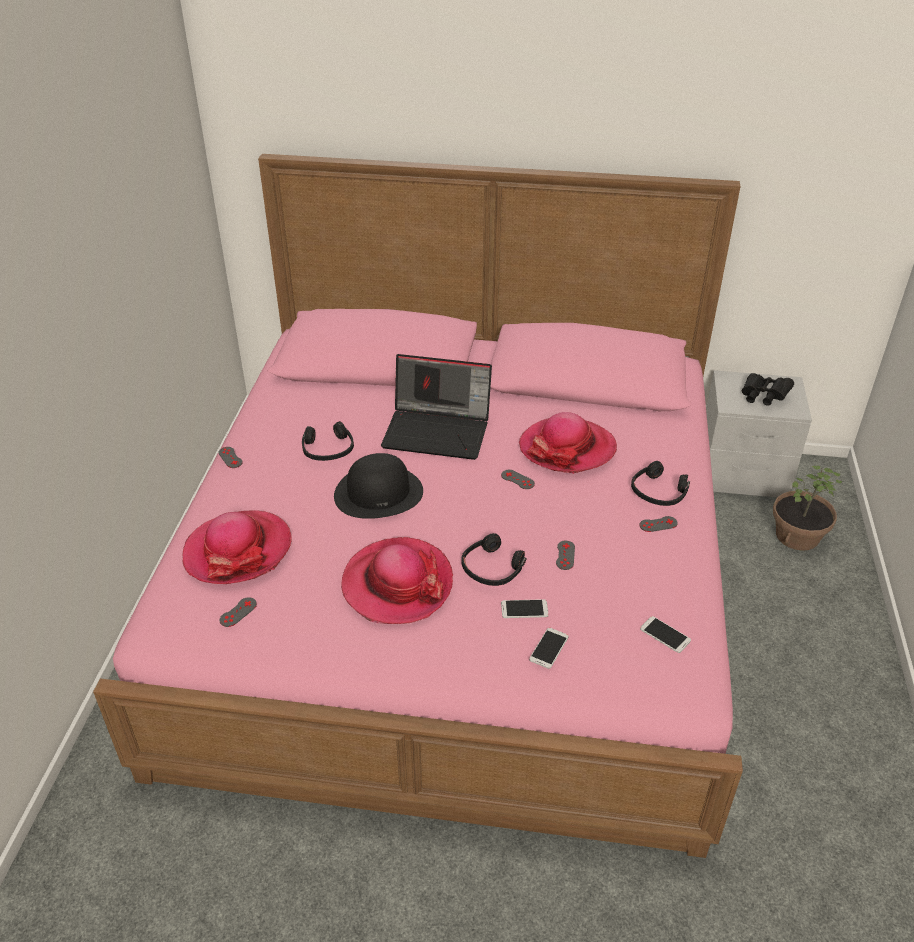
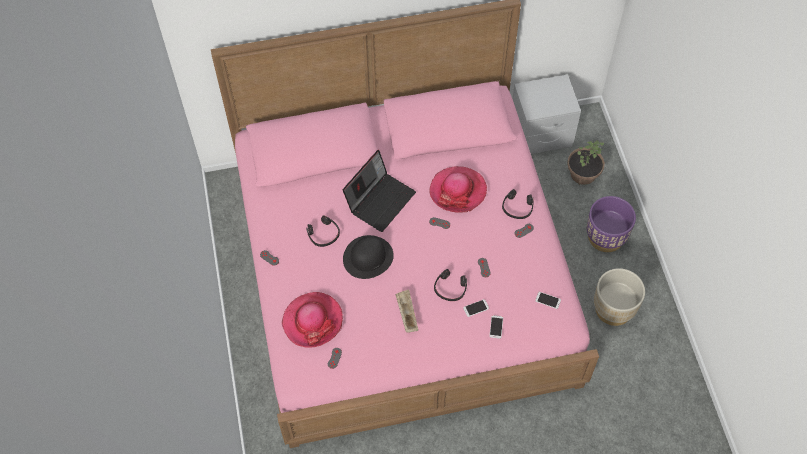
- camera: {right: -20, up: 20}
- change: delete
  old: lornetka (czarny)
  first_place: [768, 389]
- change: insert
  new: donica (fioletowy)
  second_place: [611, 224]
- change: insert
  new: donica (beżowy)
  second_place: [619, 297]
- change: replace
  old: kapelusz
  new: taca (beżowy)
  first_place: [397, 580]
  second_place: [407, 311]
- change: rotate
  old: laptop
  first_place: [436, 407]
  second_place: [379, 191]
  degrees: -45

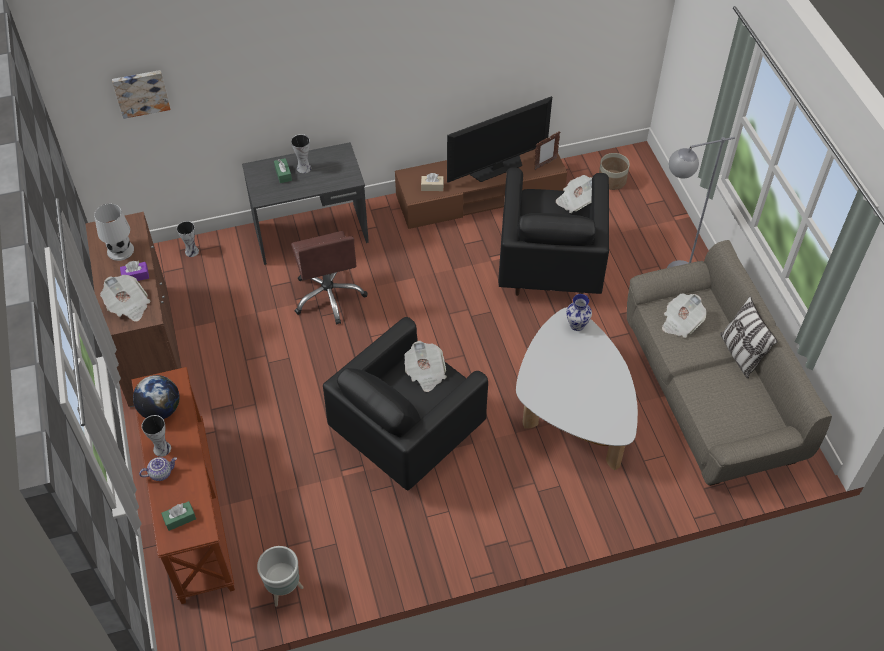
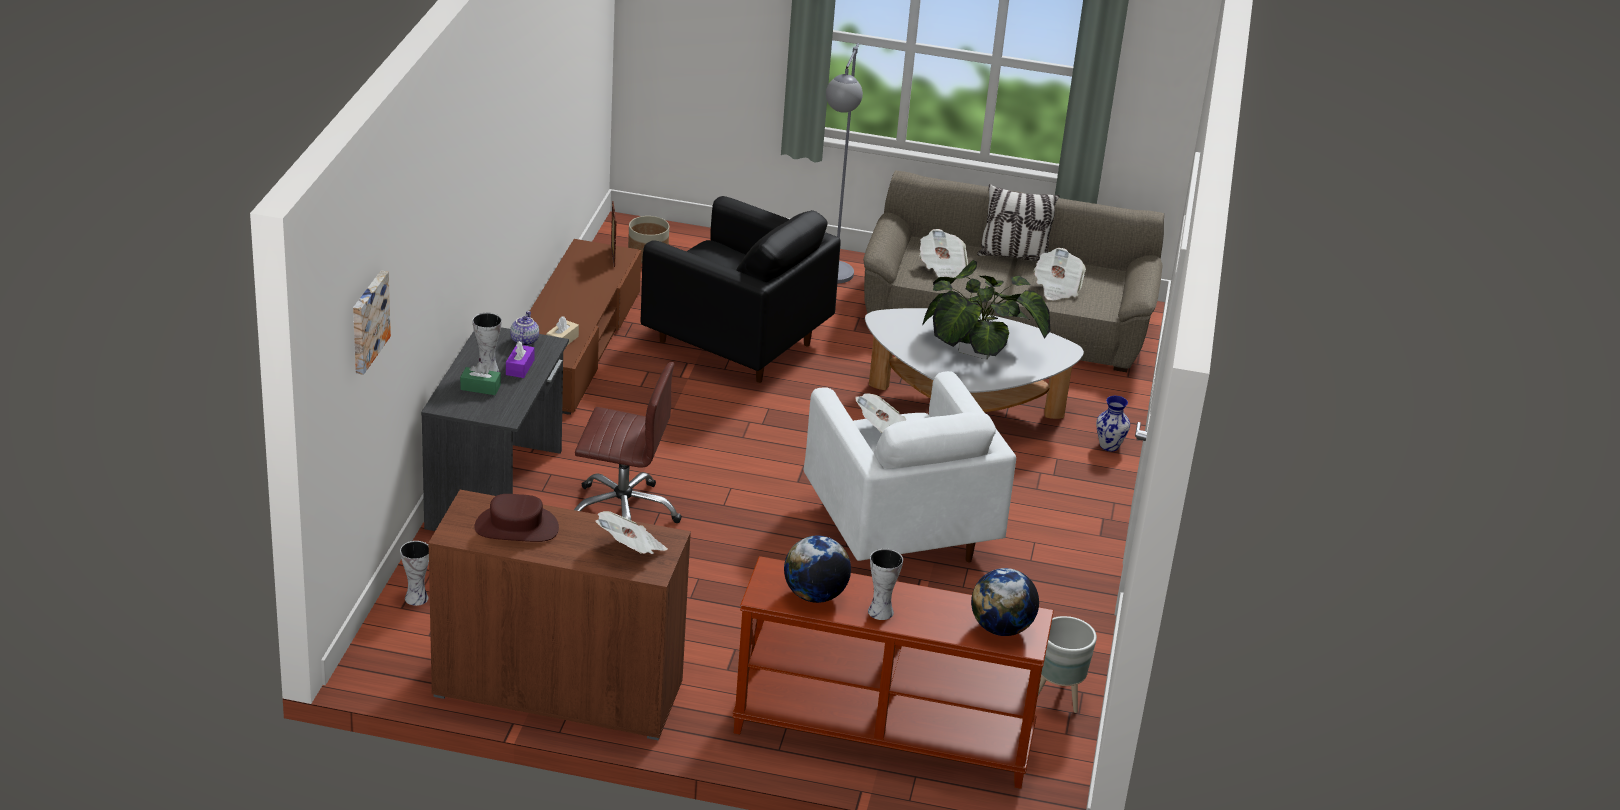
- camera: {right: -65, up: -20}
- change: delete
  old: telewizor
  first_place: [499, 139]
- change: insert
  new: roślina doniczkowa
  second_place: [986, 310]
- change: move
  old: pudełko chusteczek (fioletowy)
  first_place: [134, 271]
  second_place: [520, 359]
- change: move
  old: imbryk
  first_place: [158, 469]
  second_place: [524, 328]
- change: move
  old: gazeta
  first_place: [574, 194]
  second_place: [1060, 274]
- change: move
  old: wazon
  first_place: [579, 312]
  second_place: [1113, 423]
- change: replace
  old: lampa stołowa (biały)
  new: kapelusz (brązowy)
  first_place: [114, 232]
  second_place: [516, 518]
- change: replace
  old: pudełko chusteczek (zielony)
  new: globus
  first_place: [178, 516]
  second_place: [1005, 602]
- change: recolor
  old: fotel (czarny)
  new: fotel (biały)
  first_place: [405, 403]
  second_place: [910, 466]

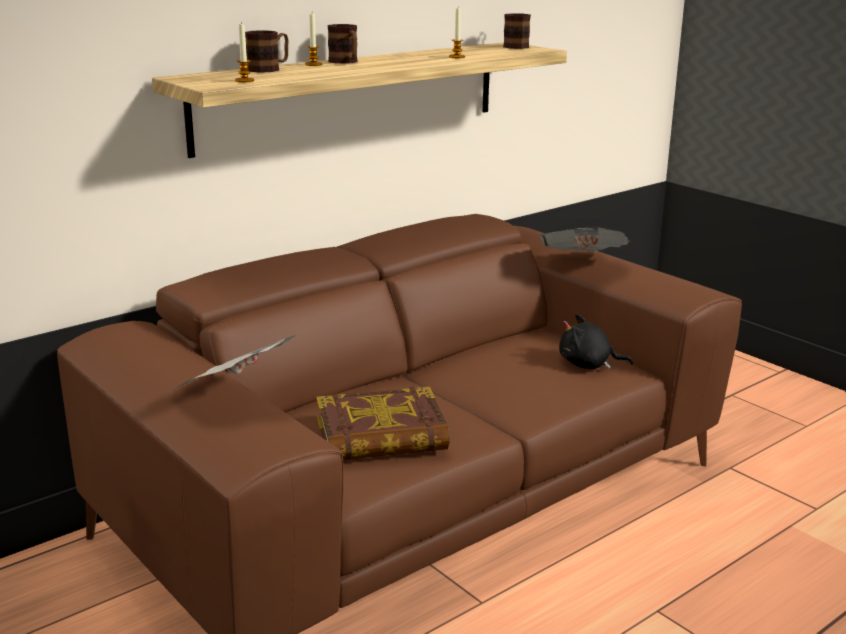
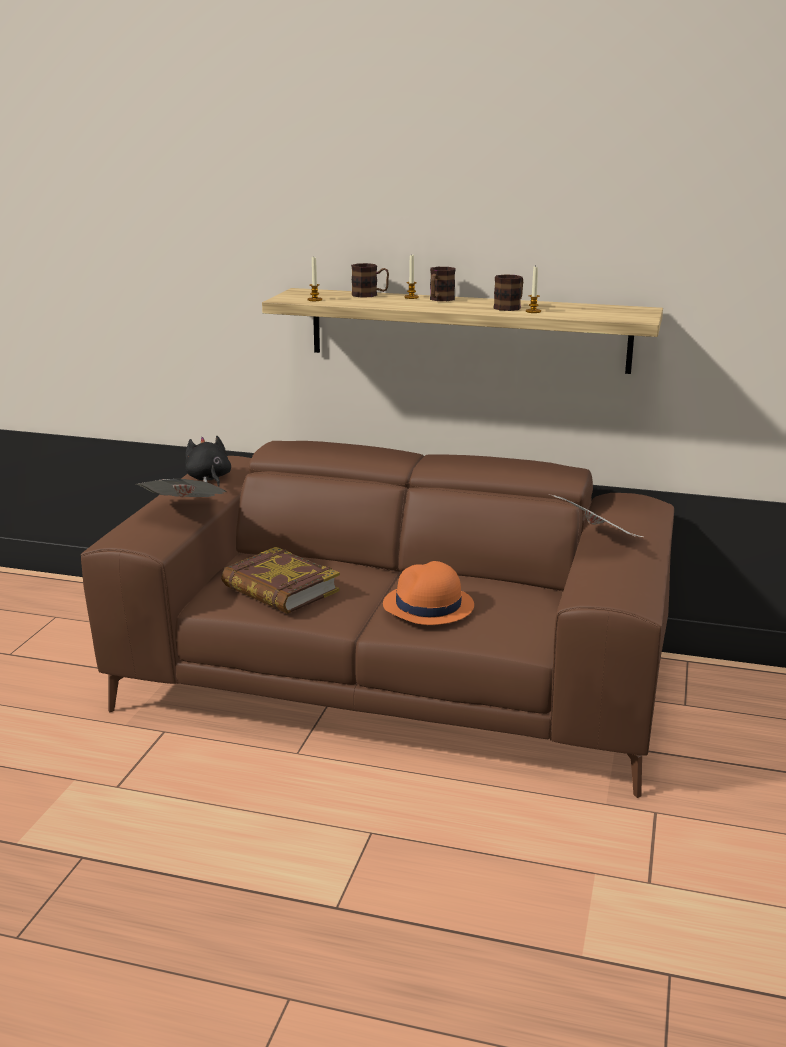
- camera: {right: 55, up: 0}
- change: insert
  new: kapelusz (pomarańczowy)
  second_place: [428, 593]
- change: move
  old: kubek
  first_place: [517, 31]
  second_place: [508, 292]
- change: move
  old: pluszak (czarny)
  first_place: [596, 341]
  second_place: [208, 461]

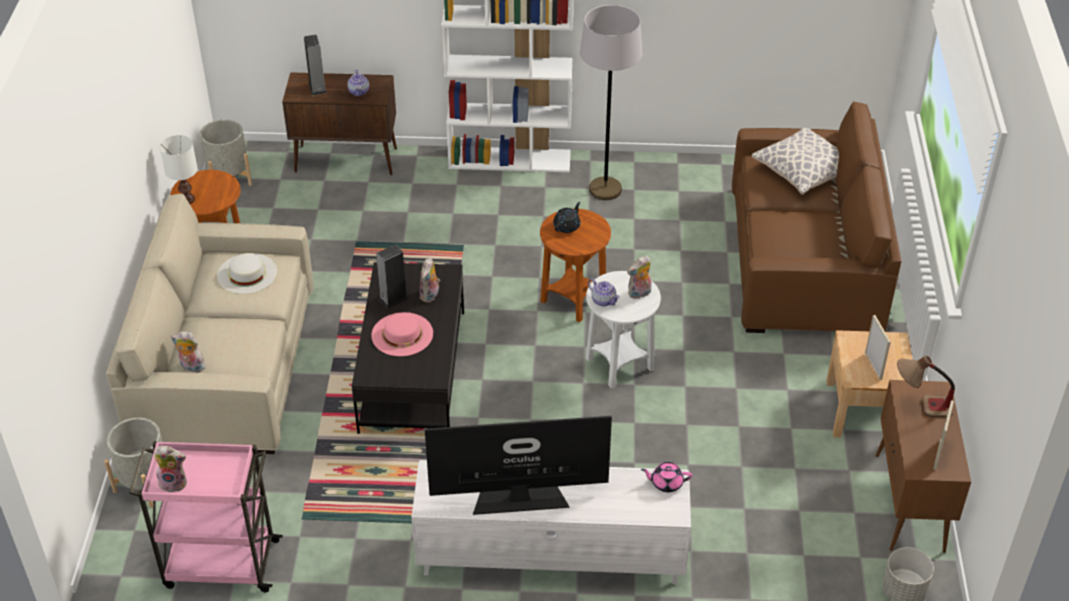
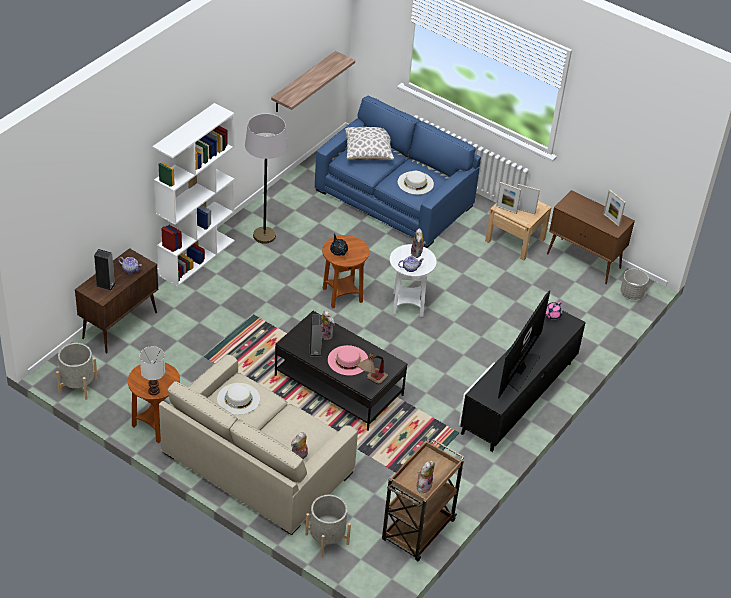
- camera: {right: -60, up: 0}
- change: insert
  new: półka
  second_place: [313, 81]
- change: insert
  new: kapelusz (biały)
  second_place: [416, 183]
- change: insert
  new: ramka na zdjęcie
  second_place: [508, 198]
- change: move
  old: lampa stołowa
  first_place: [926, 387]
  second_place: [372, 369]
- change: recolor
  old: wózek (różowy)
  new: wózek (brązowy)
  first_place: [206, 516]
  second_place: [423, 500]
- change: recolor
  old: szafka pod telewizor (biały)
  new: szafka pod telewizor (czarny)
  first_place: [551, 522]
  second_place: [522, 381]
- change: recolor
  old: kanapa (brązowy)
  new: kanapa (niebieski)
  first_place: [816, 217]
  second_place: [398, 172]

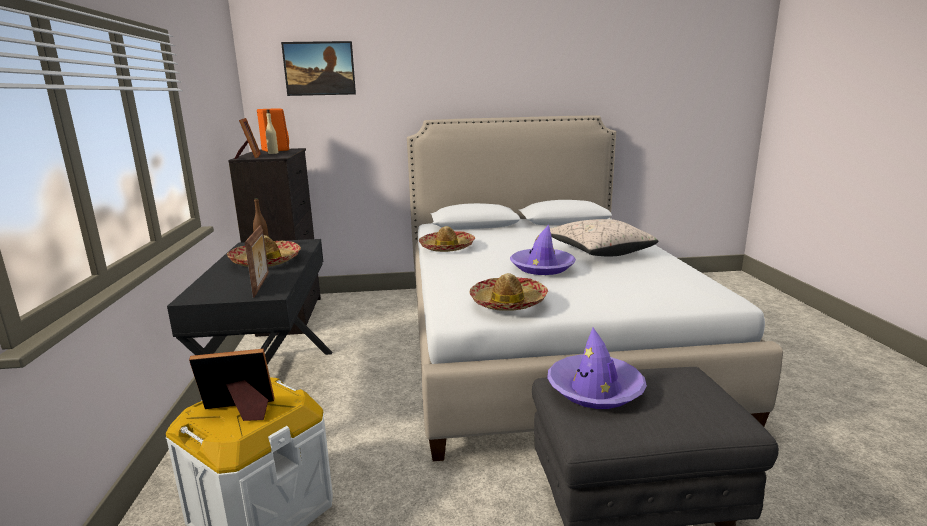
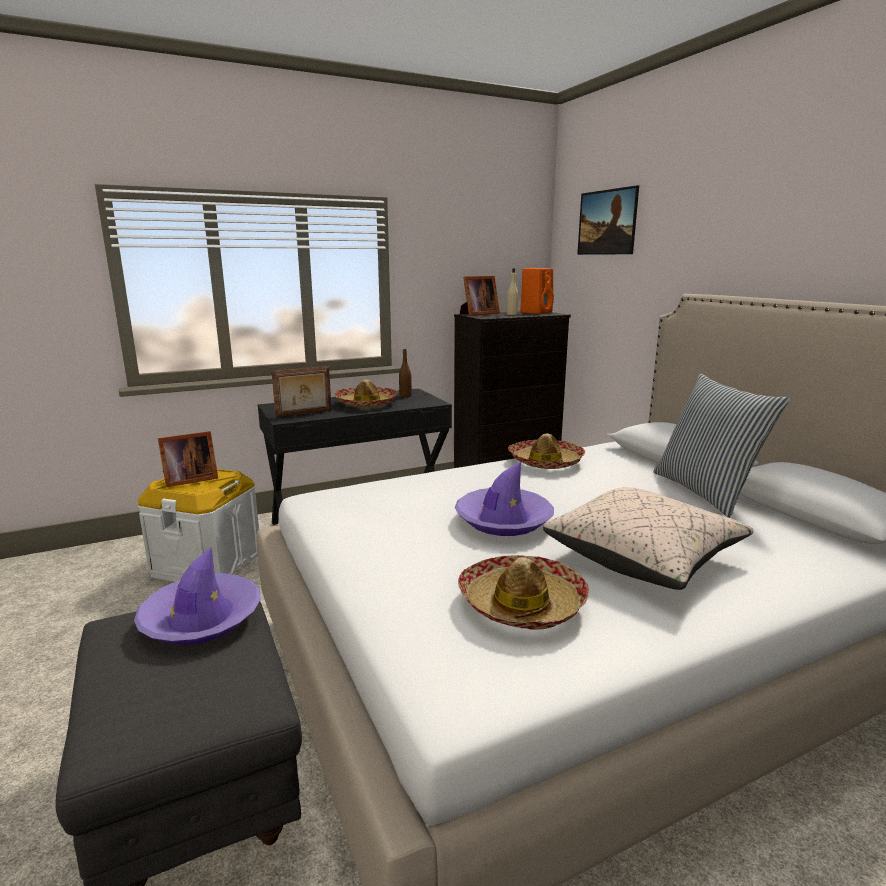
- camera: {right: 70, up: 0}
- change: insert
  new: poduszka
  second_place: [721, 445]
- change: move
  old: kapelusz
  first_place: [508, 292]
  second_place: [523, 592]
- change: rotate
  old: ramka na zdjęcie
  first_place: [231, 385]
  second_place: [188, 459]
  degrees: 90

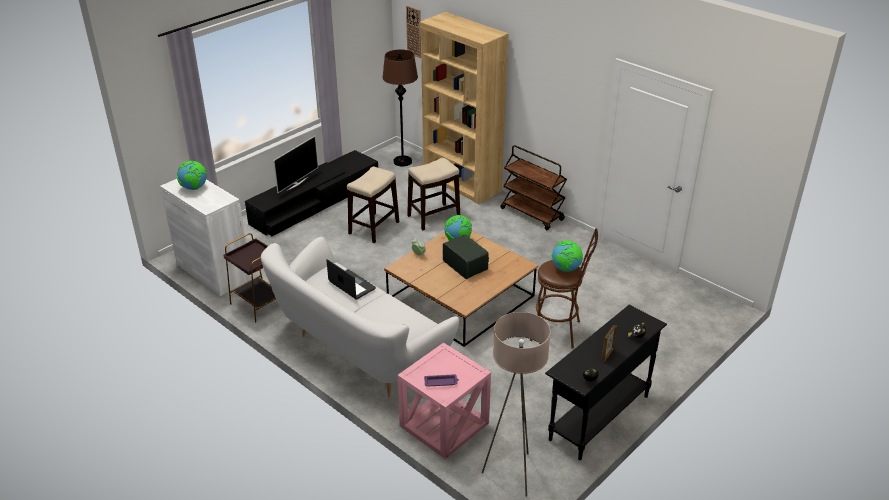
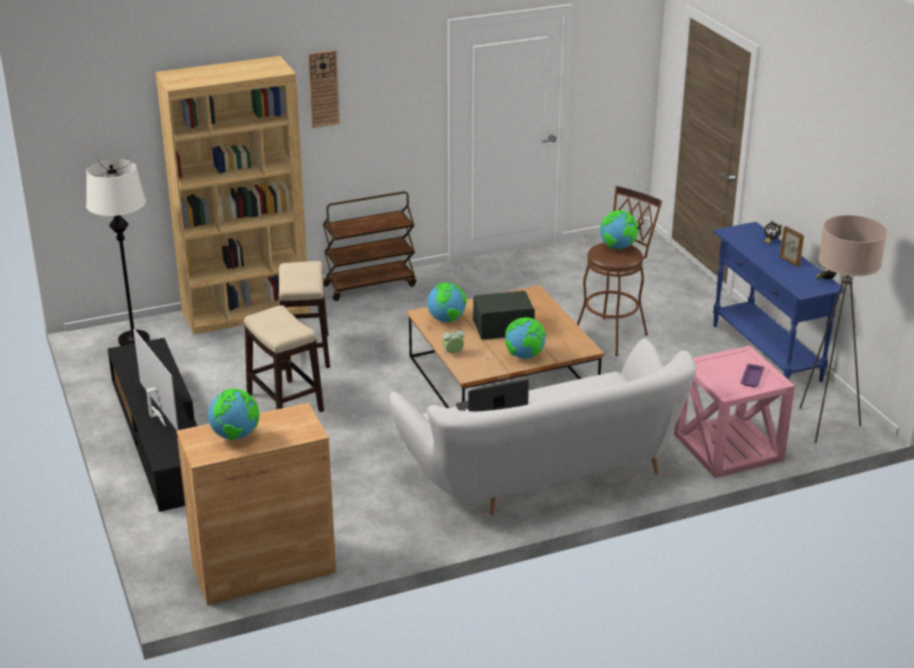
- camera: {right: -65, up: -5}
- change: delete
  old: stolik (brązowy)
  first_place: [249, 277]
- change: insert
  new: globus
  second_place: [525, 338]
- change: move
  old: zegar ścienny
  first_place: [413, 32]
  second_place: [324, 89]
- change: recolor
  old: szafka (biały)
  new: szafka (brązowy)
  first_place: [206, 237]
  second_place: [256, 504]
- change: recolor
  old: lampa stojąca (brązowy)
  new: lampa stojąca (biały)
  first_place: [400, 108]
  second_place: [118, 252]
- change: recolor
  old: stolik konsolowy (czarny)
  new: stolik konsolowy (niebieski)
  first_place: [606, 382]
  second_place: [778, 302]

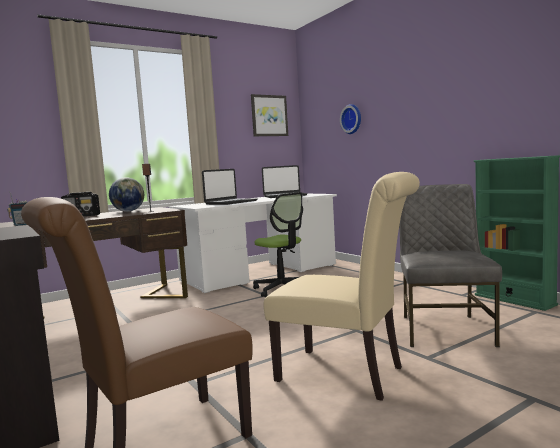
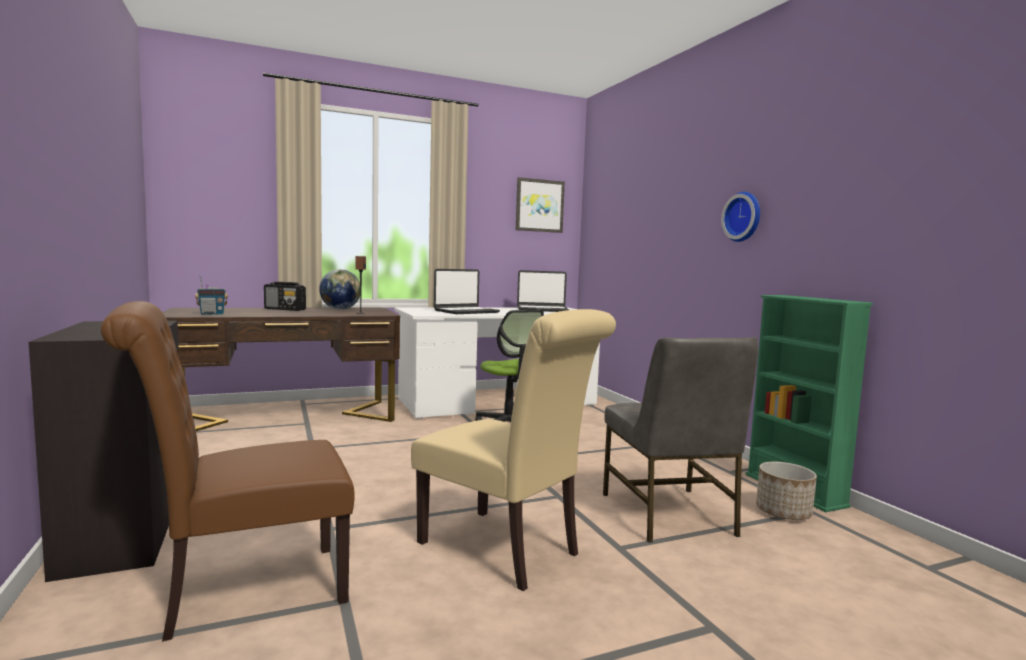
- camera: {right: 10, up: 0}
- change: insert
  new: donica
  second_place: [786, 491]
- change: move
  old: zegar ścienny
  first_place: [350, 119]
  second_place: [740, 217]
- change: rotate
  old: krzesło (szary)
  first_place: [450, 265]
  second_place: [680, 440]
  degrees: 150

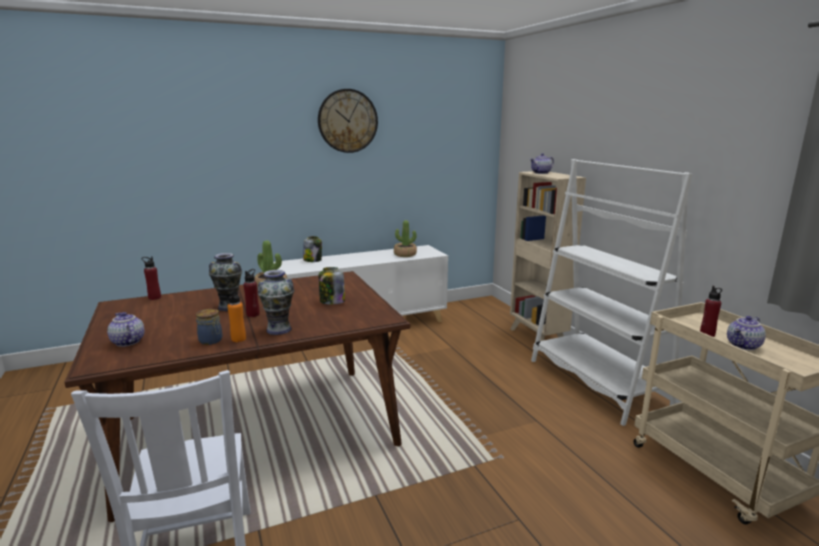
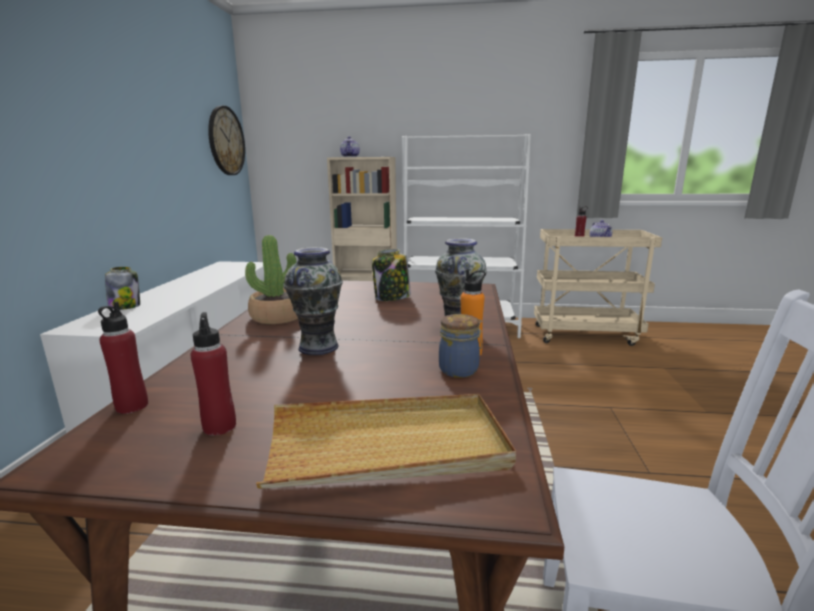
- camera: {right: -60, up: 0}
- change: delete
  old: roślina doniczkowa
  first_place: [405, 238]
- change: move
  old: butelka (czerwony)
  first_place: [252, 293]
  second_place: [213, 374]
- change: move
  old: zegar ścienny
  first_place: [348, 121]
  second_place: [226, 140]
- change: replace
  old: imbryk
  new: taca (beżowy)
  first_place: [125, 329]
  second_place: [386, 441]

